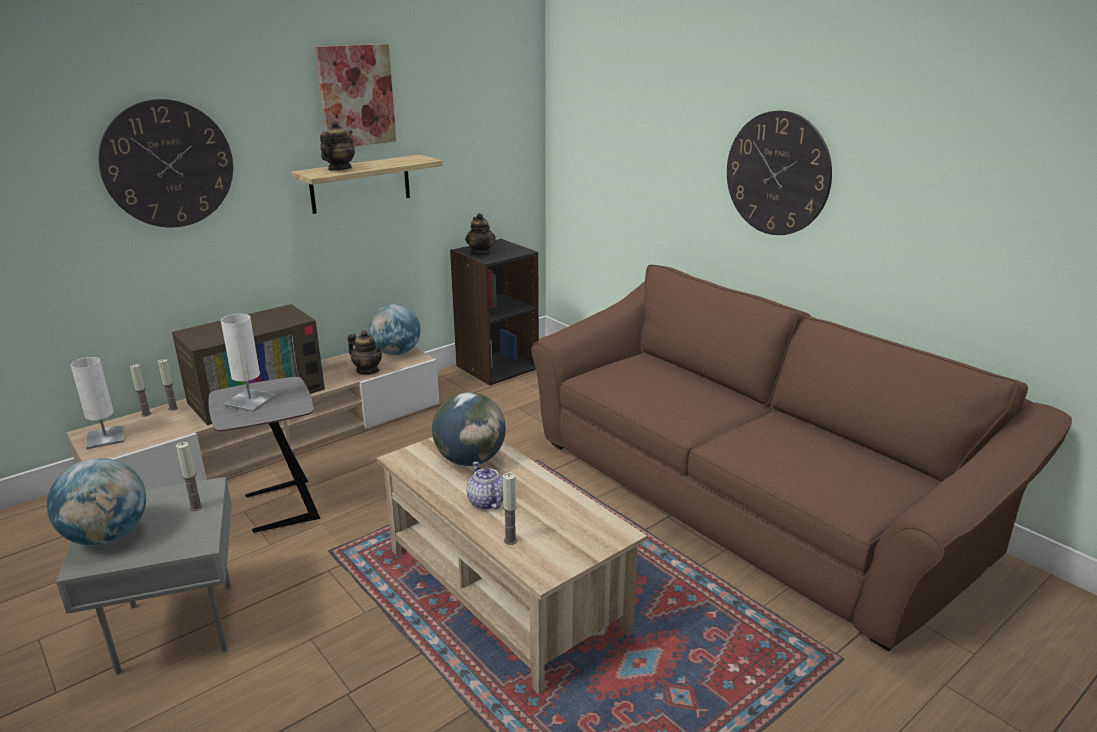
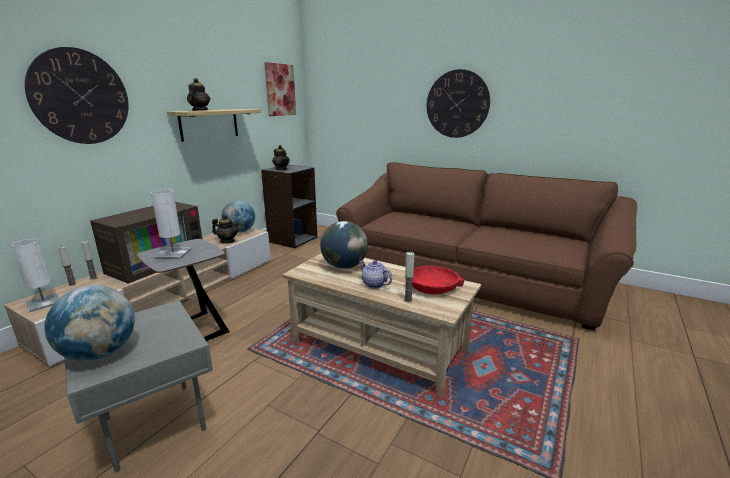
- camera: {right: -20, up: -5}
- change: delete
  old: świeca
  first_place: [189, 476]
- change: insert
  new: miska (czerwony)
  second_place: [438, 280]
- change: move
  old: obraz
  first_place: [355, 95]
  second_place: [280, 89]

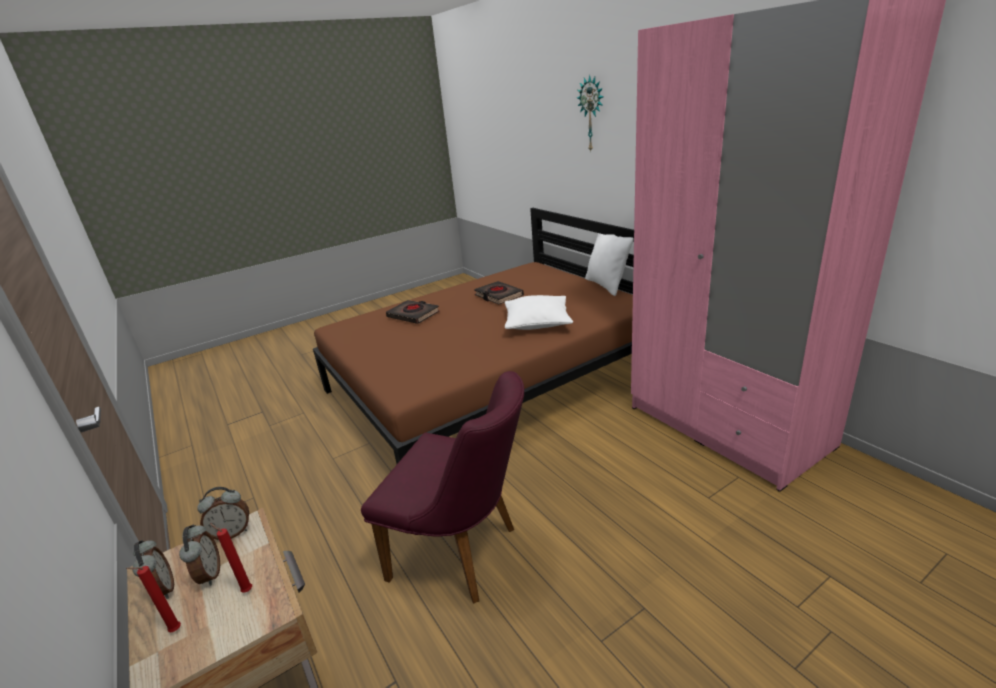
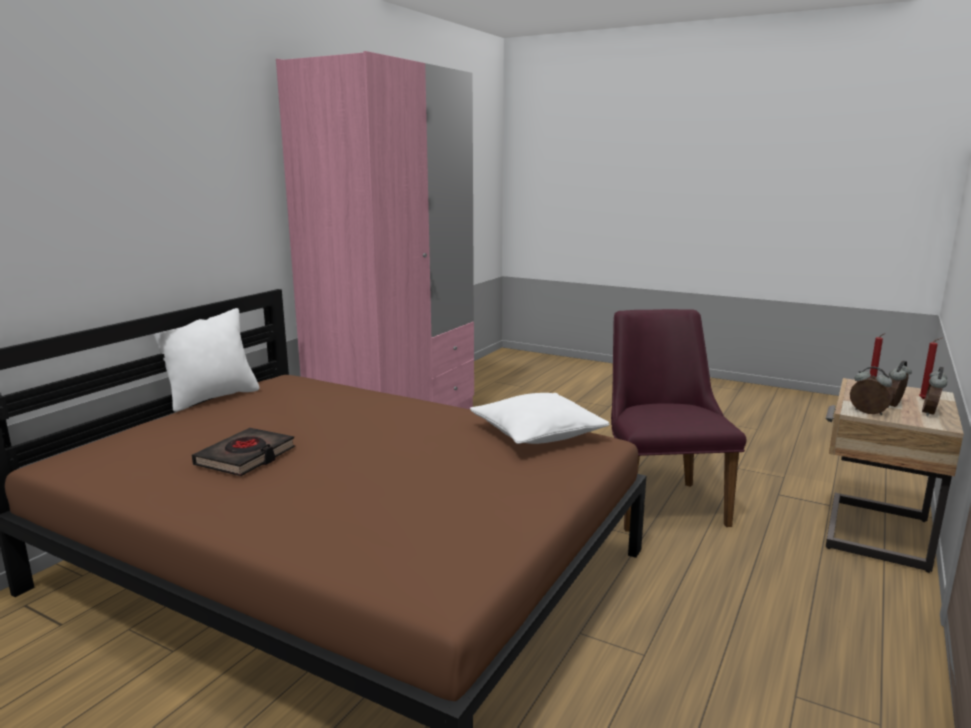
- camera: {right: -120, up: -10}
- change: delete
  old: książka (czarny)
  first_place: [413, 312]
- change: delete
  old: zegar ścienny
  first_place: [590, 114]
- change: move
  old: poduszka (biały)
  first_place: [539, 312]
  second_place: [540, 418]

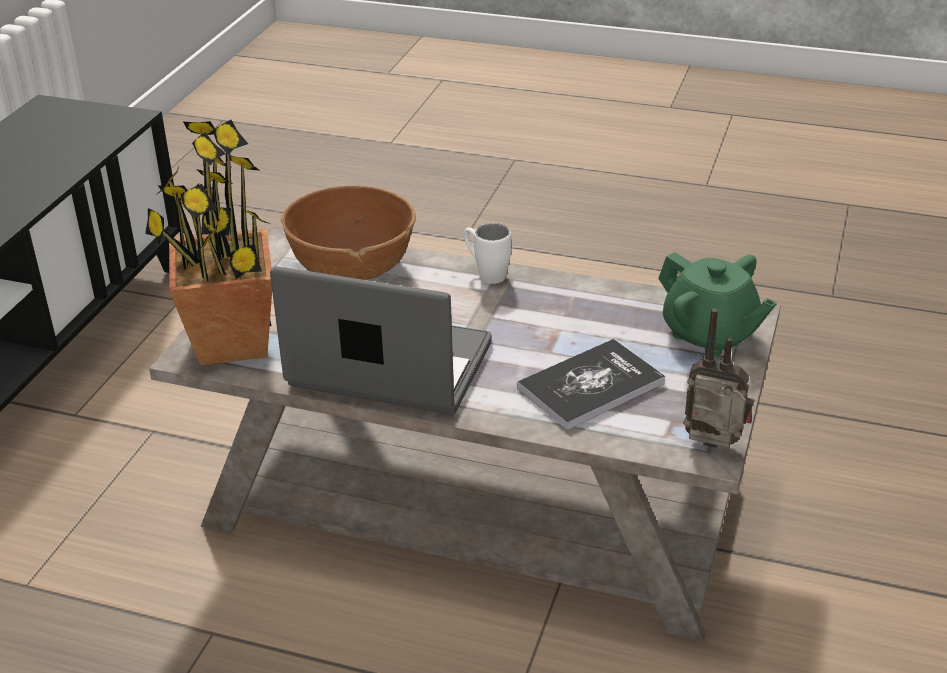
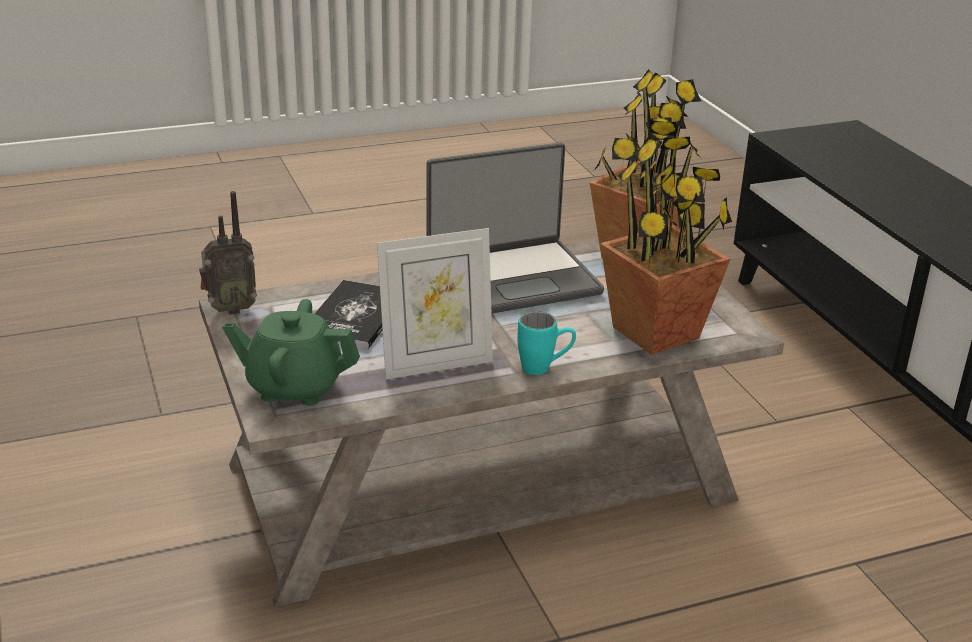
- camera: {right: 140, up: -5}
- change: insert
  new: ramka na zdjęcie
  second_place: [435, 304]
- change: replace
  old: miska (brązowy)
  new: roślina doniczkowa
  first_place: [348, 232]
  second_place: [666, 237]
- change: recolor
  old: kubek (biały)
  new: kubek (turkusowy)
  first_place: [487, 253]
  second_place: [546, 343]

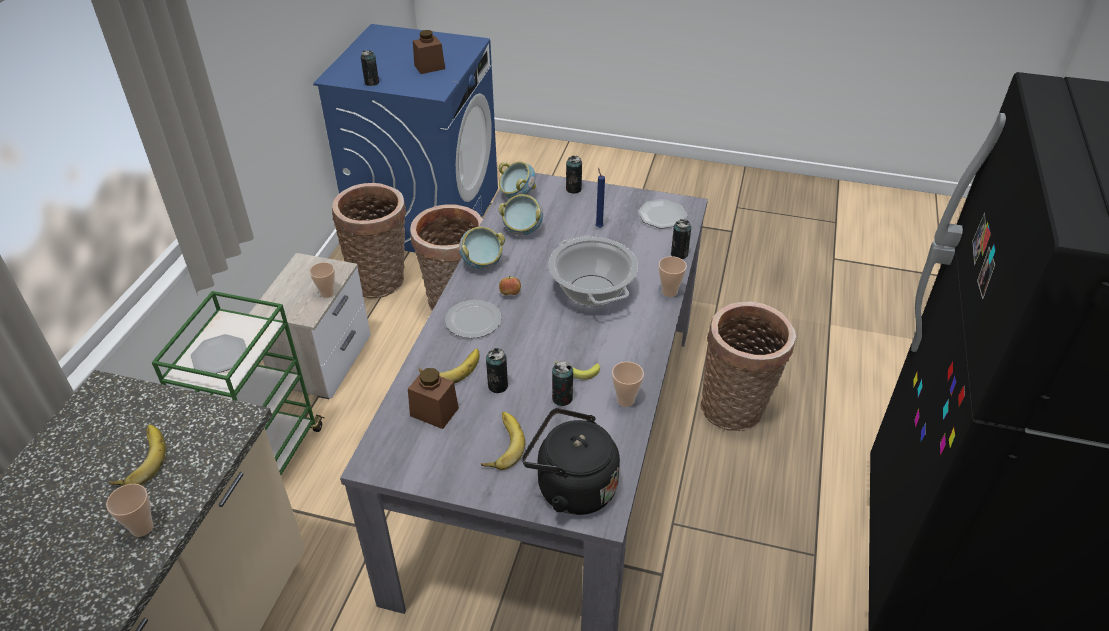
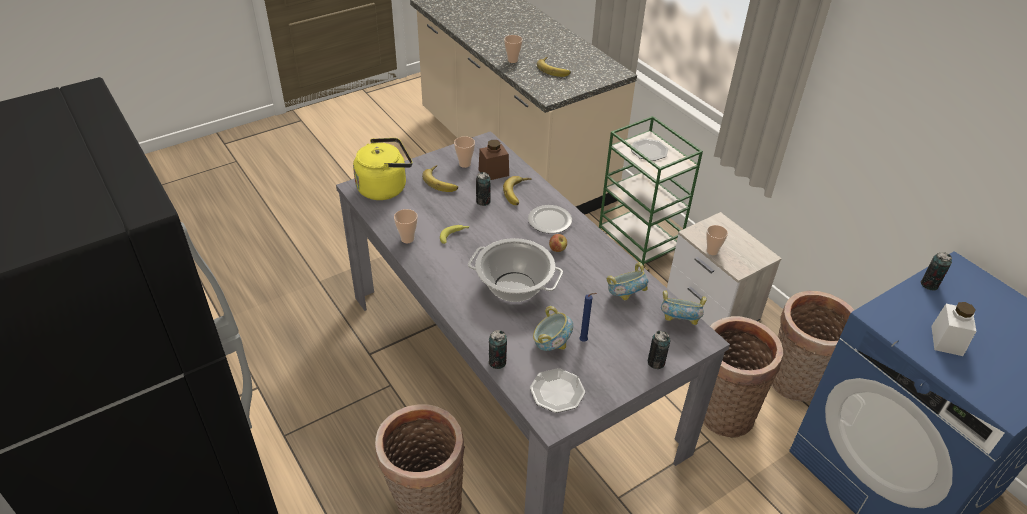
- camera: {right: 130, up: 0}
- change: delete
  old: puszka
  first_place: [562, 383]
- change: move
  old: miska
  first_place: [482, 248]
  second_place: [553, 328]
- change: move
  old: filiżanka
  first_place: [673, 276]
  second_place: [464, 152]
- change: recolor
  old: słoik (brązowy)
  new: słoik (biały)
  first_place: [429, 52]
  second_place: [953, 329]
- change: recolor
  old: czajnik (czarny)
  new: czajnik (żółty)
  first_place: [571, 461]
  second_place: [382, 169]

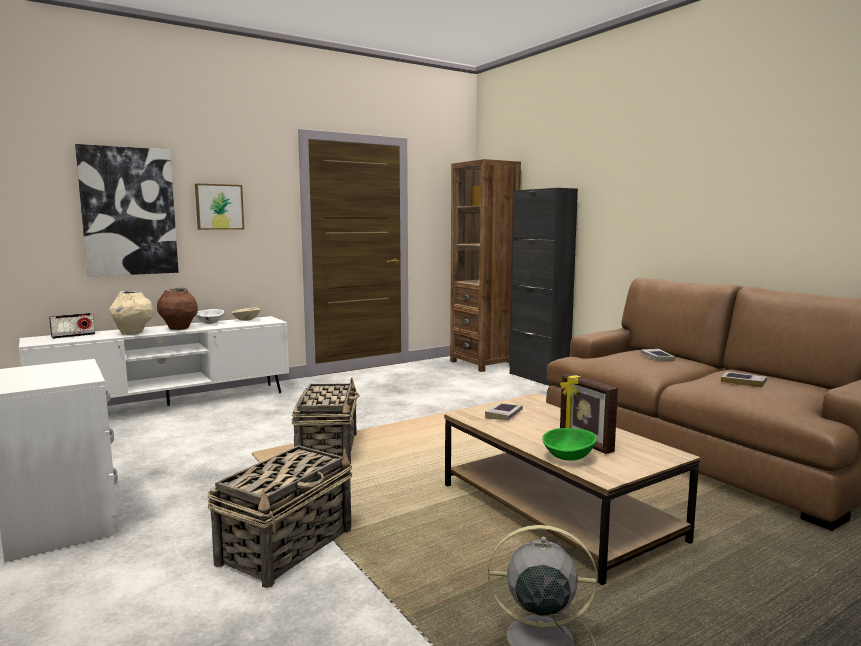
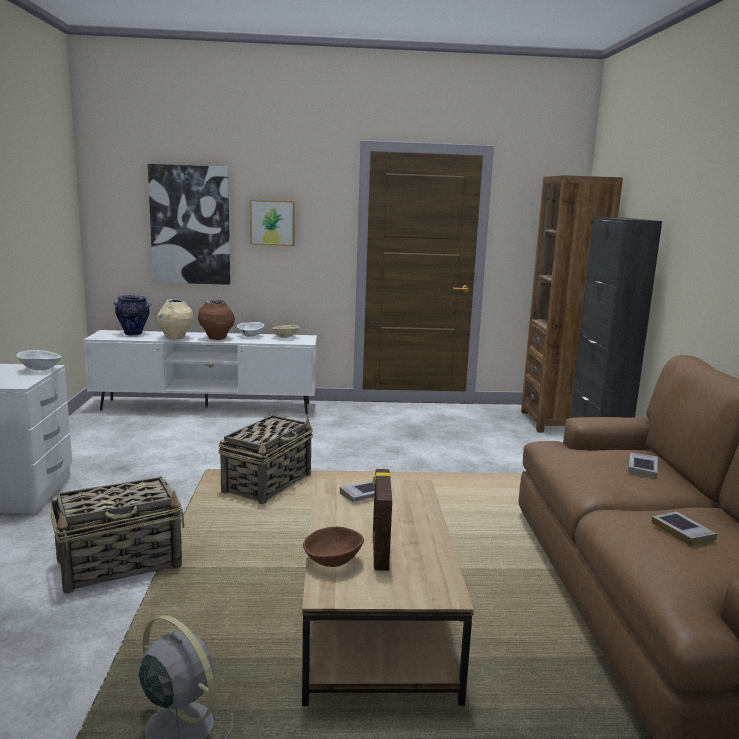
- camera: {right: 30, up: 5}
- change: insert
  new: miska (biały)
  second_place: [39, 360]
- change: replace
  old: radio
  new: wazon
  first_place: [72, 326]
  second_place: [132, 315]
- change: recolor
  old: miska (zielony)
  new: miska (brązowy)
  first_place: [569, 444]
  second_place: [333, 547]

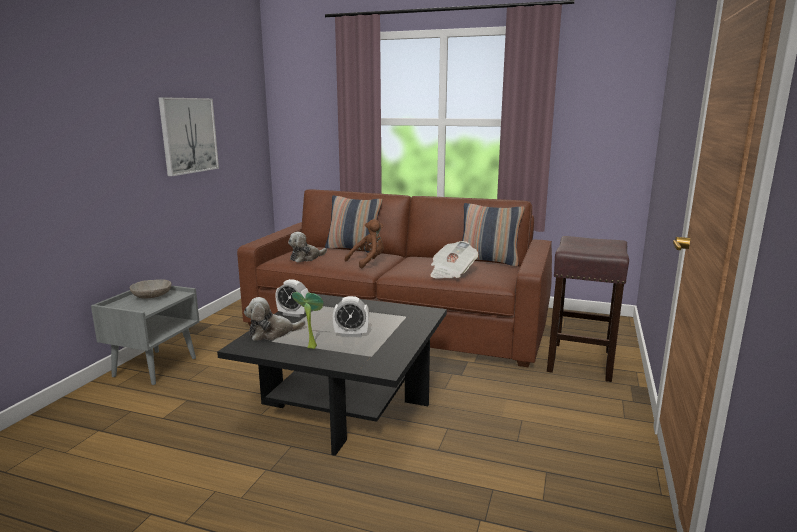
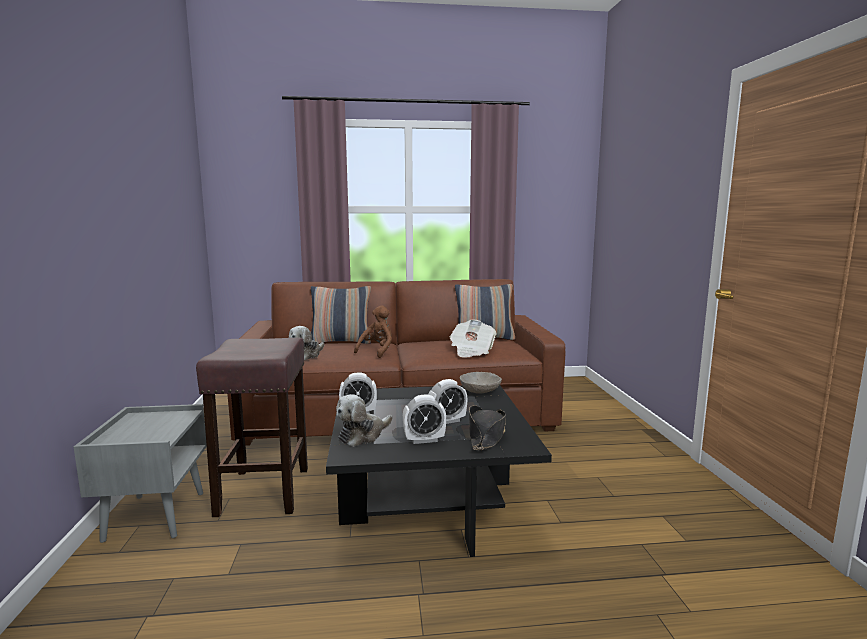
- camera: {right: -25, up: -5}
- change: delete
  old: obraz
  first_place: [188, 136]
- change: insert
  new: kapelusz (czarny)
  second_place: [487, 427]
- change: move
  old: miska (szary)
  first_place: [150, 289]
  second_place: [481, 383]
- change: move
  old: stołek (brązowy)
  first_place: [588, 309]
  second_place: [252, 427]
- change: replace
  old: roślina doniczkowa
  new: budzik
  first_place: [308, 320]
  second_place: [424, 419]

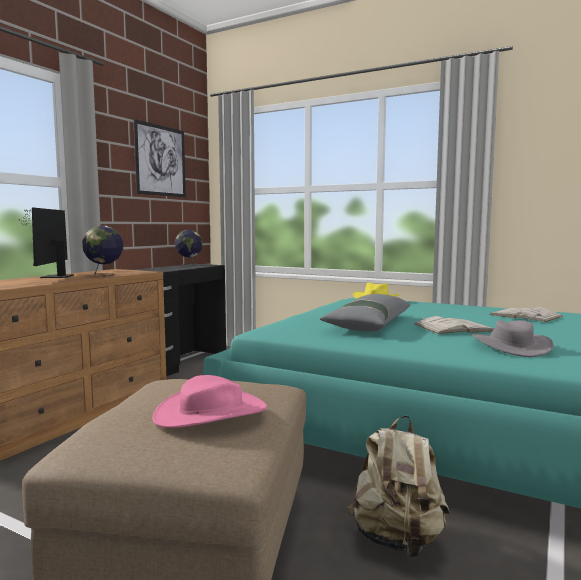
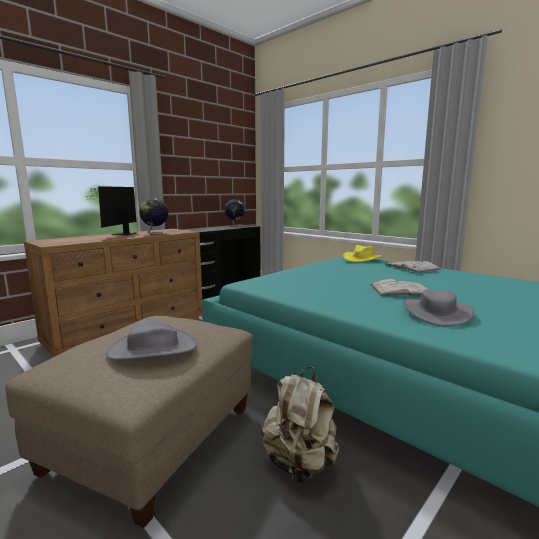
- camera: {right: 15, up: 5}
- change: delete
  old: obraz
  first_place: [159, 158]
- change: delete
  old: poduszka (szary)
  first_place: [365, 313]
- change: move
  old: książka (biały)
  first_place: [526, 314]
  second_place: [413, 267]
- change: recolor
  old: kapelusz (różowy)
  new: kapelusz (szary)
  first_place: [209, 401]
  second_place: [151, 340]

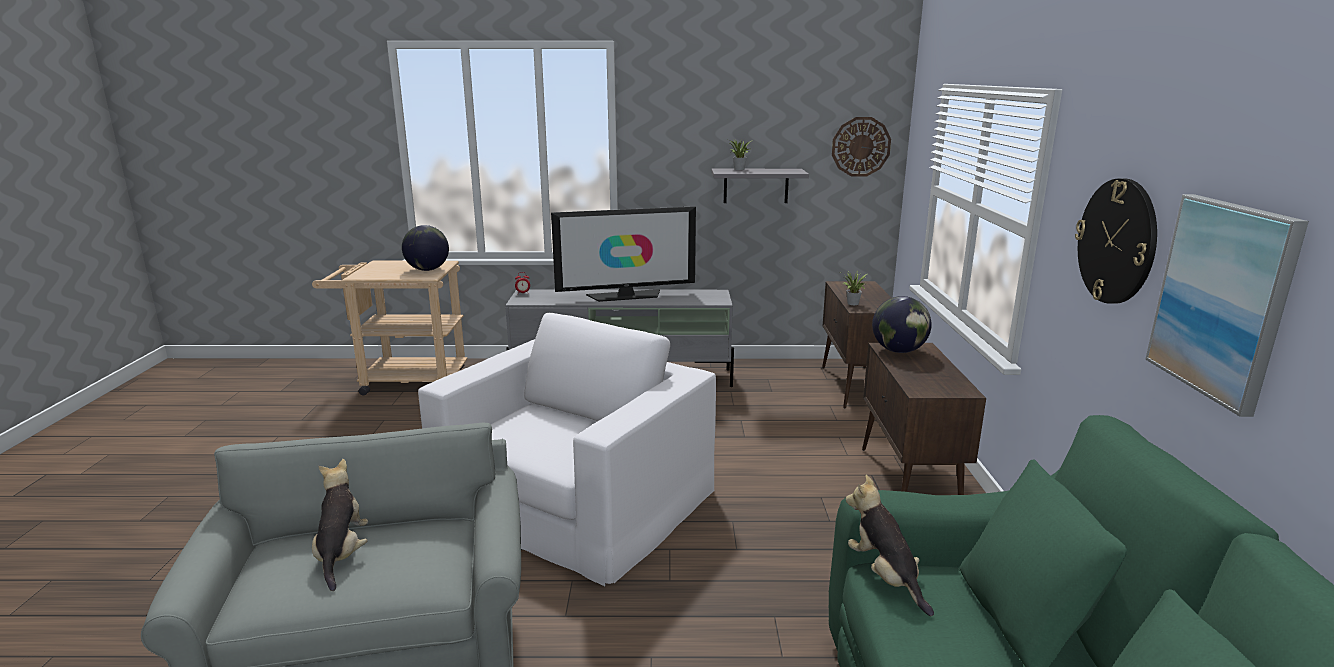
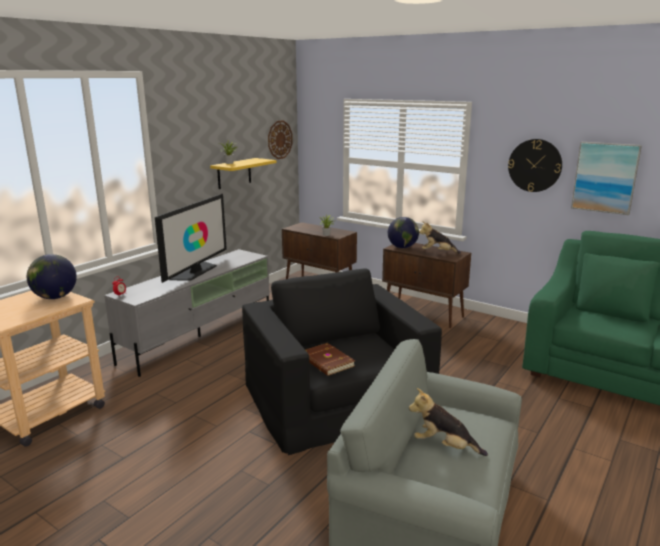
- camera: {right: -55, up: 0}
- change: insert
  new: książka (brązowy)
  second_place: [330, 359]
- change: move
  old: pluszak
  first_place: [890, 545]
  second_place: [440, 237]
- change: recolor
  old: fotel (biały)
  new: fotel (czarny)
  first_place: [567, 449]
  second_place: [342, 362]
- change: recolor
  old: półka (szary)
  new: półka (żółty)
  first_place: [760, 186]
  second_place: [243, 173]

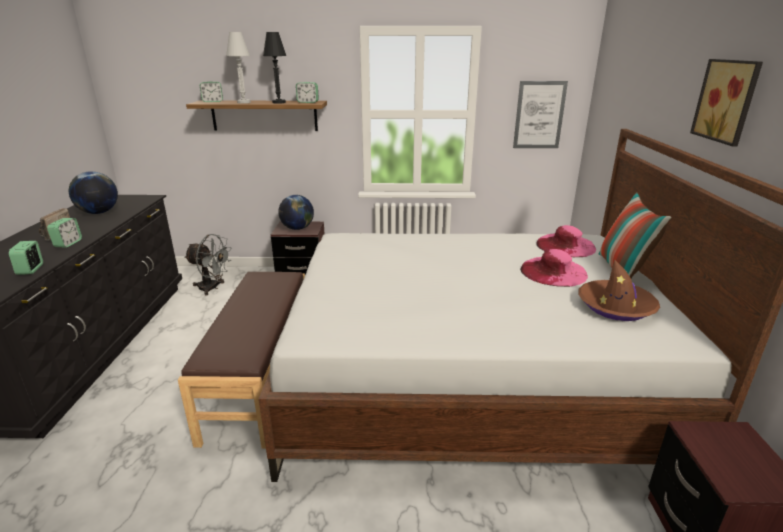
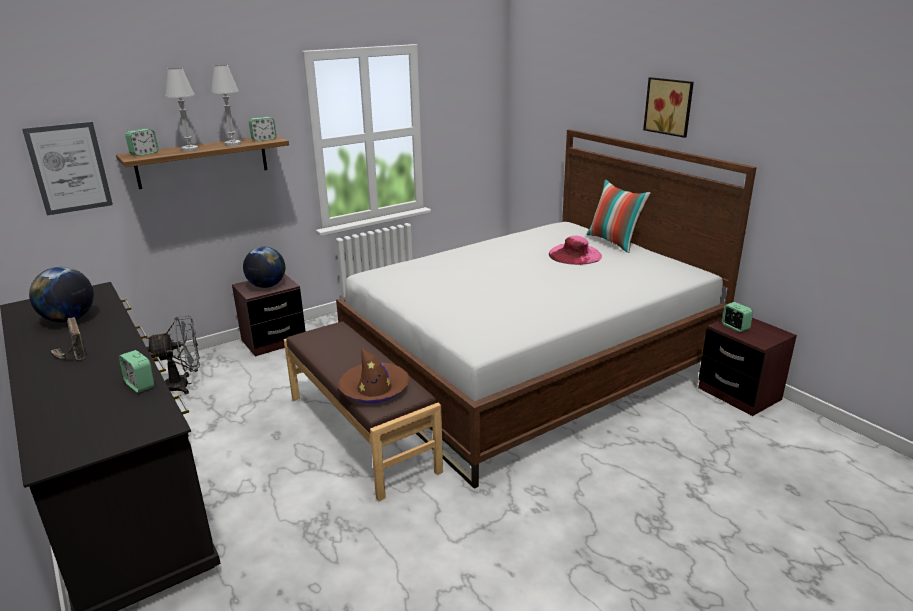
- camera: {right: -35, up: 0}
- change: delete
  old: kapelusz (różowy)
  first_place: [566, 241]
- change: move
  old: budzik
  first_place: [64, 232]
  second_place: [737, 317]
- change: move
  old: obraz
  first_place: [540, 114]
  second_place: [67, 169]
- change: move
  old: kapelusz (brązowy)
  first_place: [619, 290]
  second_place: [374, 376]
- change: recolor
  old: lampa stołowa (czarny)
  new: lampa stołowa (biały)
  first_place: [274, 68]
  second_place: [226, 105]

